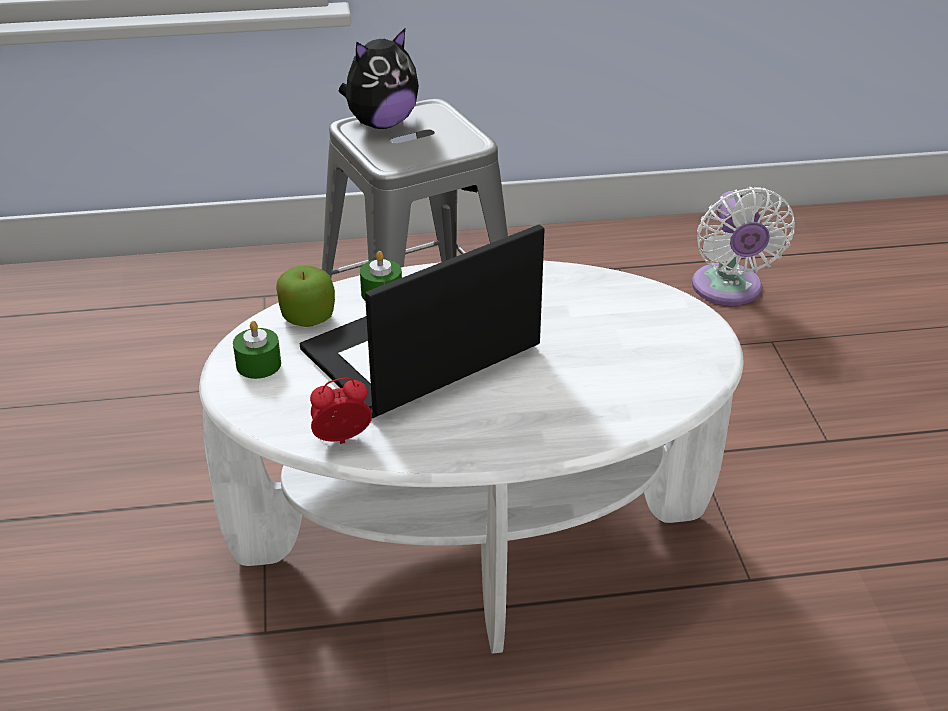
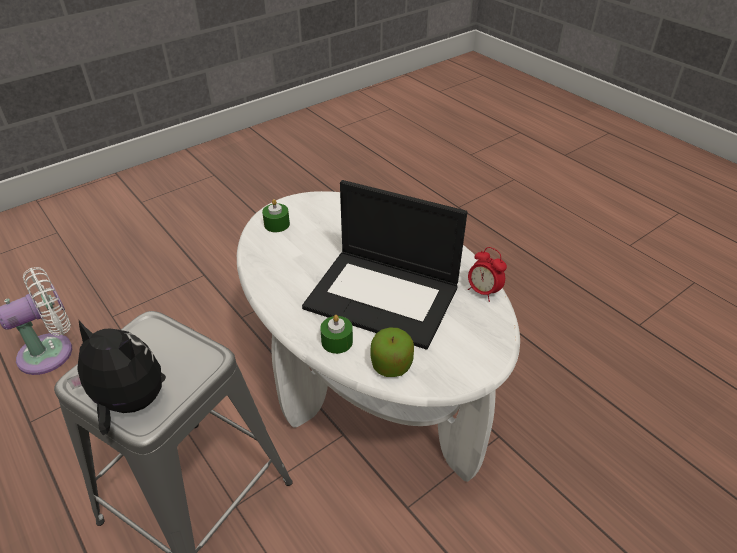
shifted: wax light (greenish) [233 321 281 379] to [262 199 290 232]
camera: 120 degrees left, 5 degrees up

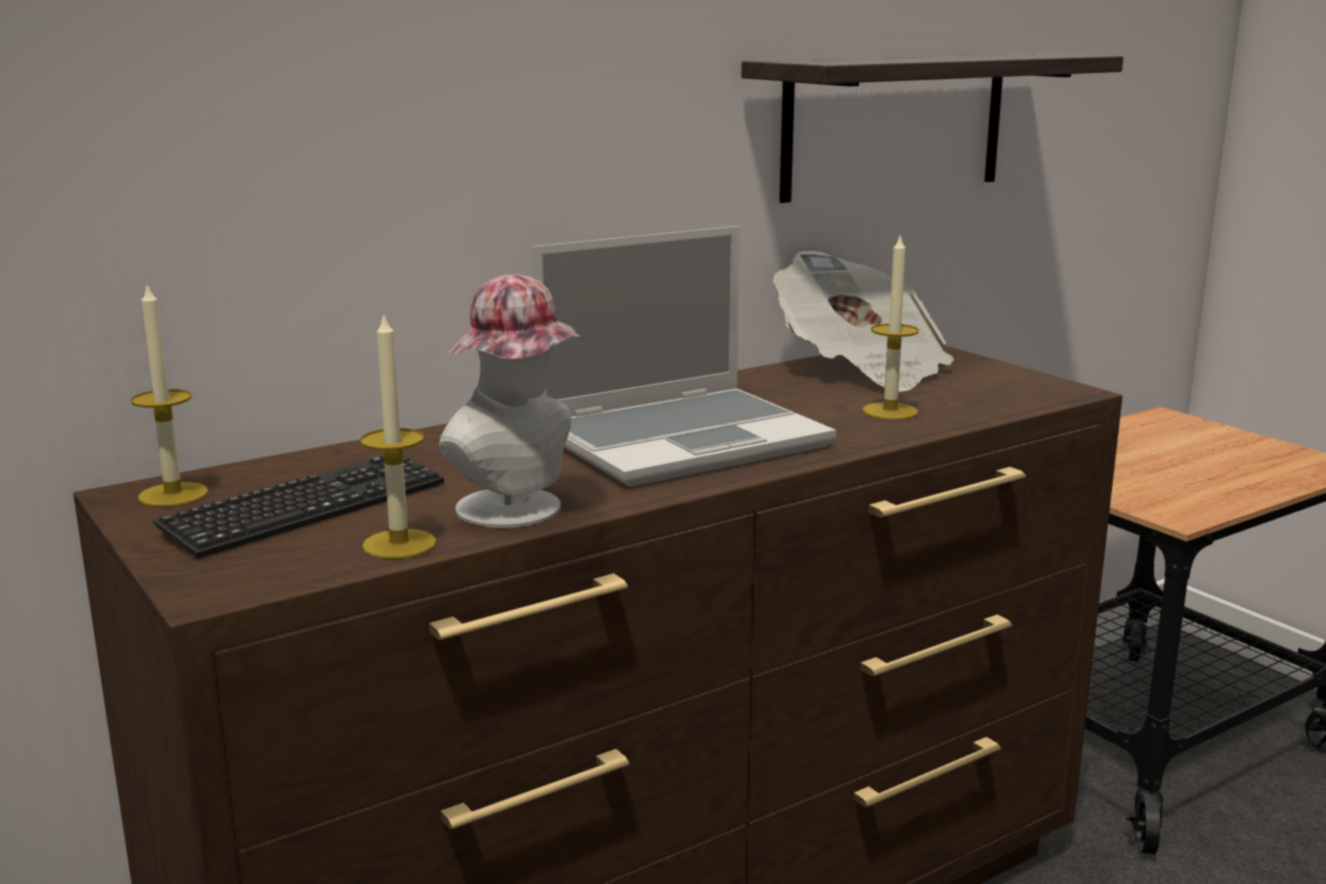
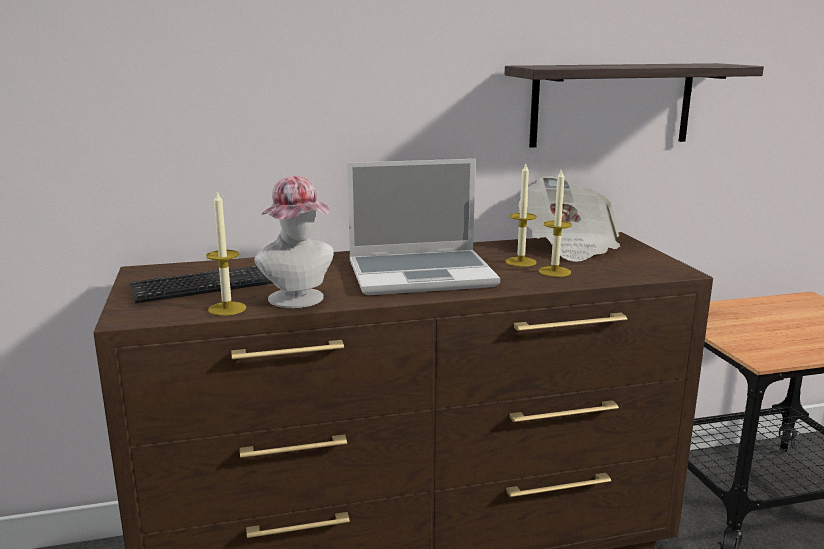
shifted: wax light [131 282 208 507] to [505 164 537 267]
camera: 20 degrees right, 0 degrees up

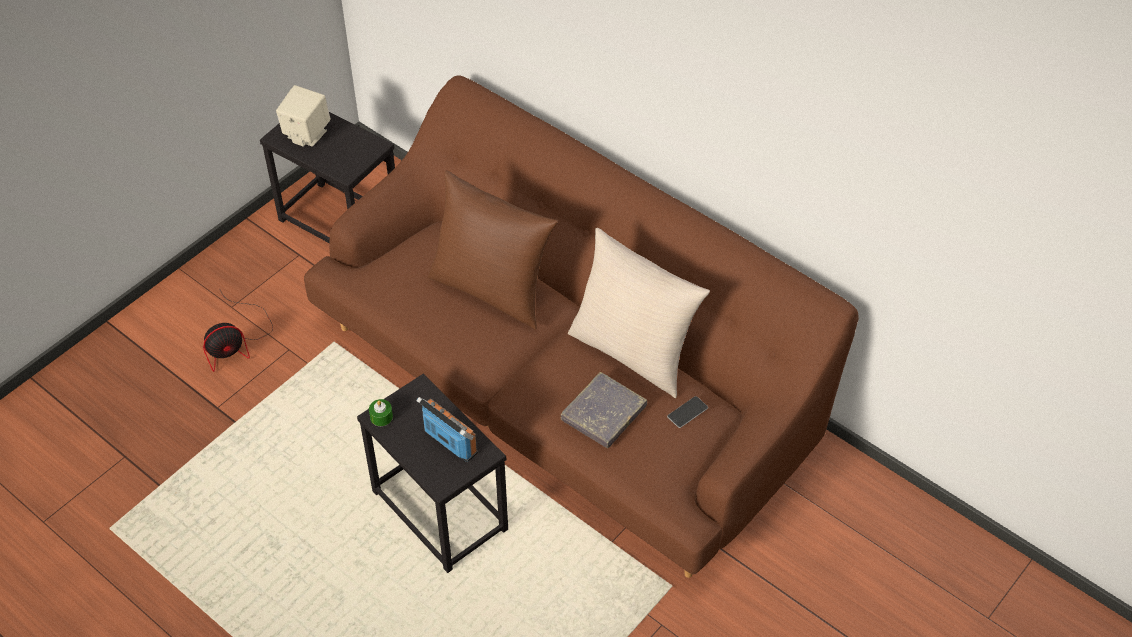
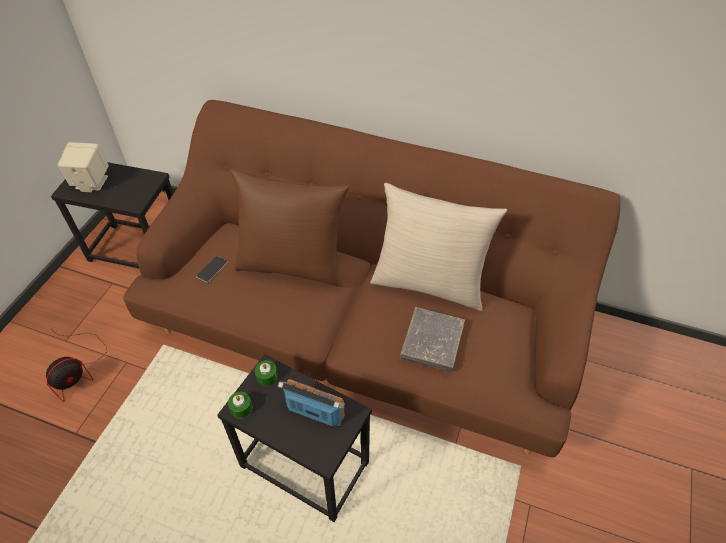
new: wax light (greenish) [255 360 278 386]
shifted: telephone [667 396 708 428] to [196 256 228 283]
camera: 20 degrees left, 0 degrees up

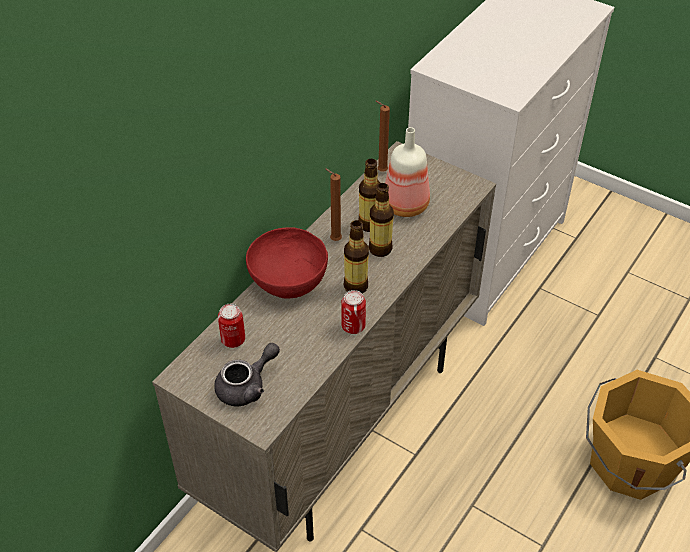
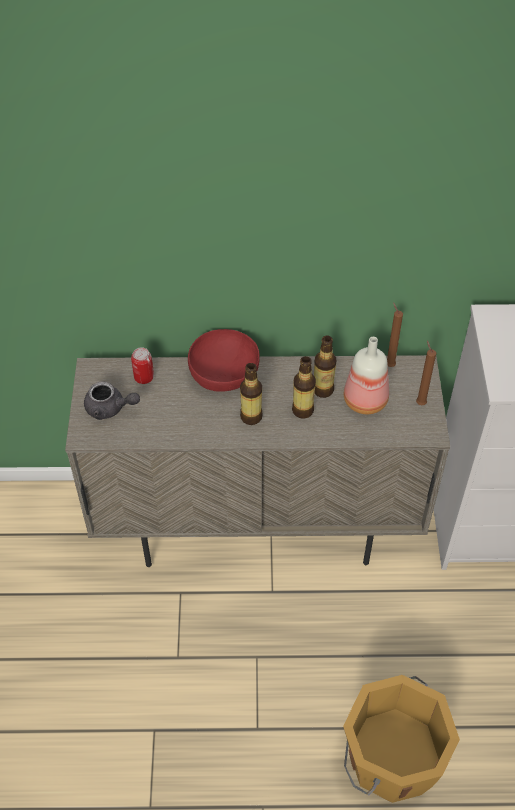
gone: sealed can [341 290 366 334]
shifted: wax light (brownish) [325 168 342 241] to [416 340 436 405]
camera: 55 degrees right, 5 degrees up

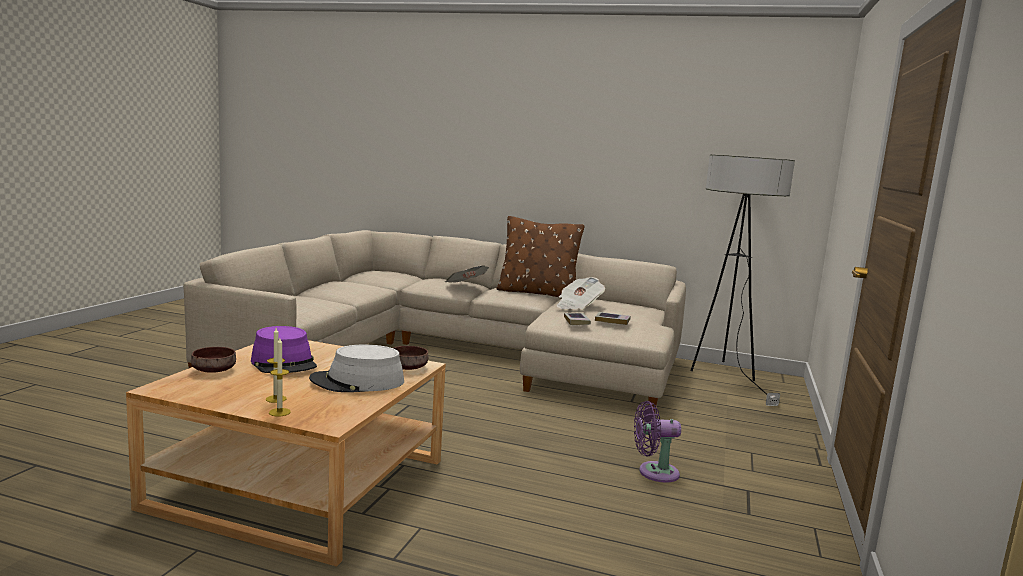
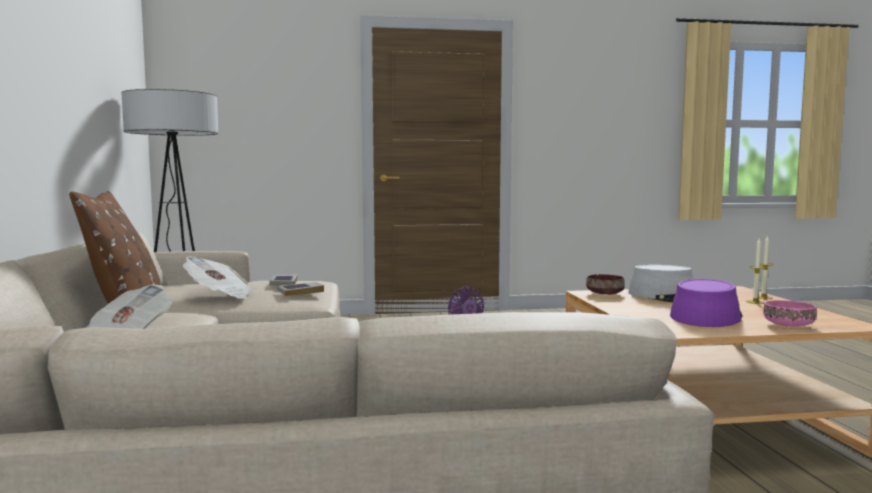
repainted: serving bowl (brownish) [191 347 236 373] to serving bowl (pinkish) [763 300 817 327]
camera: 115 degrees left, 5 degrees down

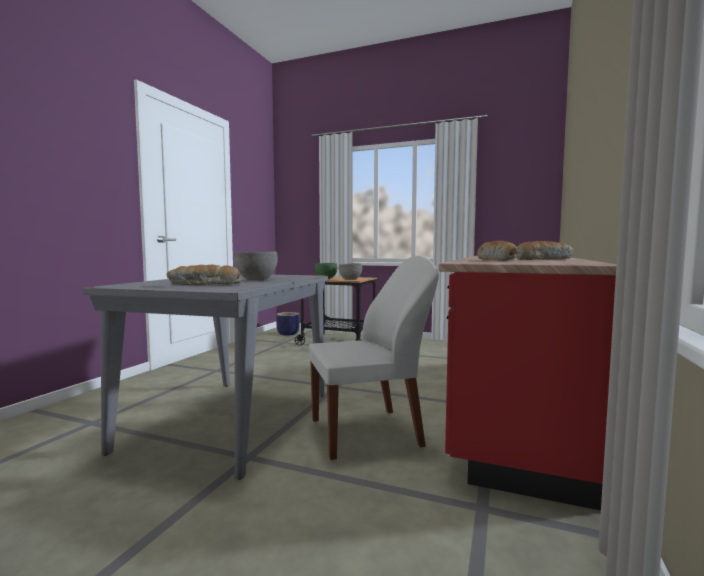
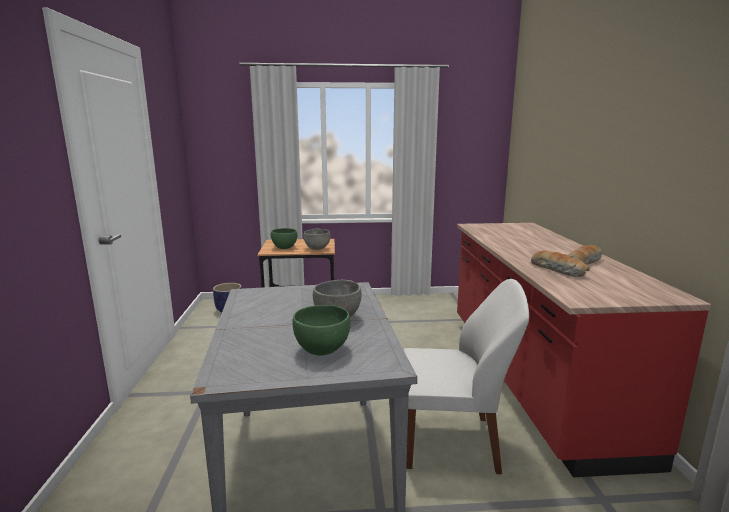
swapped: bread [167 265 242 285] to serving bowl (greenish) [293 305 350 355]
rotated: plain chair (white-coloured) [309 255 439 460] = [404 279 529 474] 45 degrees clockwise
camera: 25 degrees left, 10 degrees up

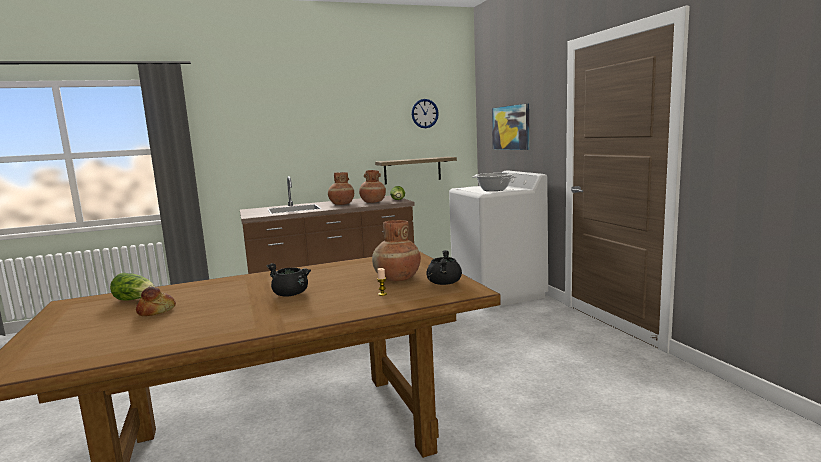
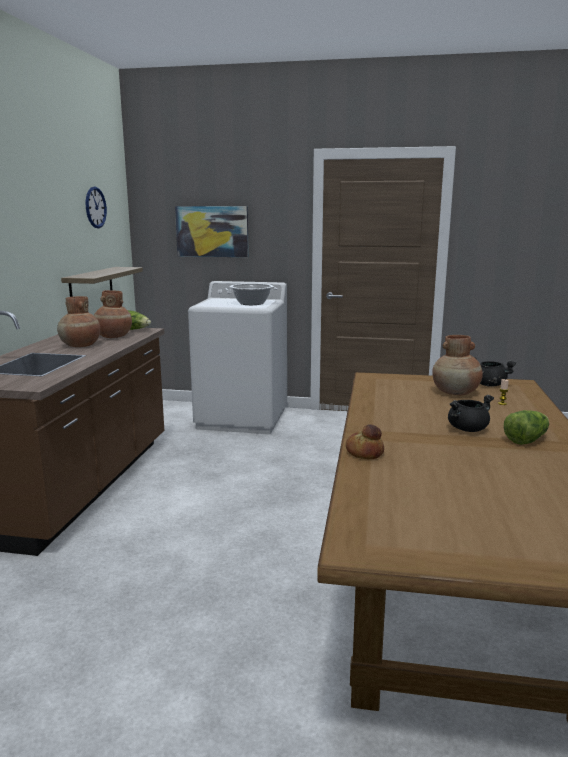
shifted: lettuce head [110 273 155 301] to [504 410 549 445]; bread [136 286 176 316] to [346 424 384 459]
camera: 60 degrees left, 5 degrees up

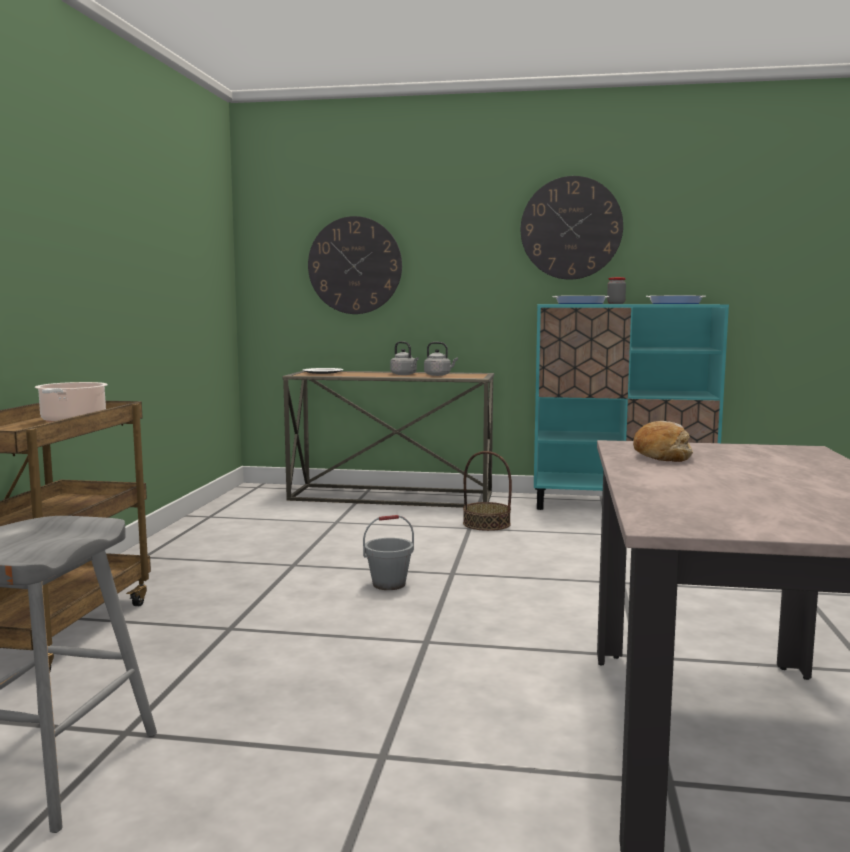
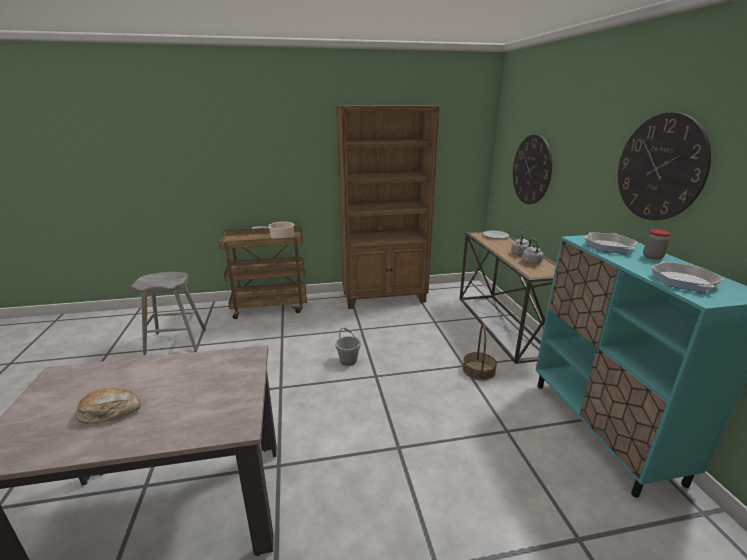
new: bookshelf (brownish) [336 105 440 309]
shifted: bread [633 421 693 462] to [75 388 141 423]
camera: 70 degrees right, 15 degrees up

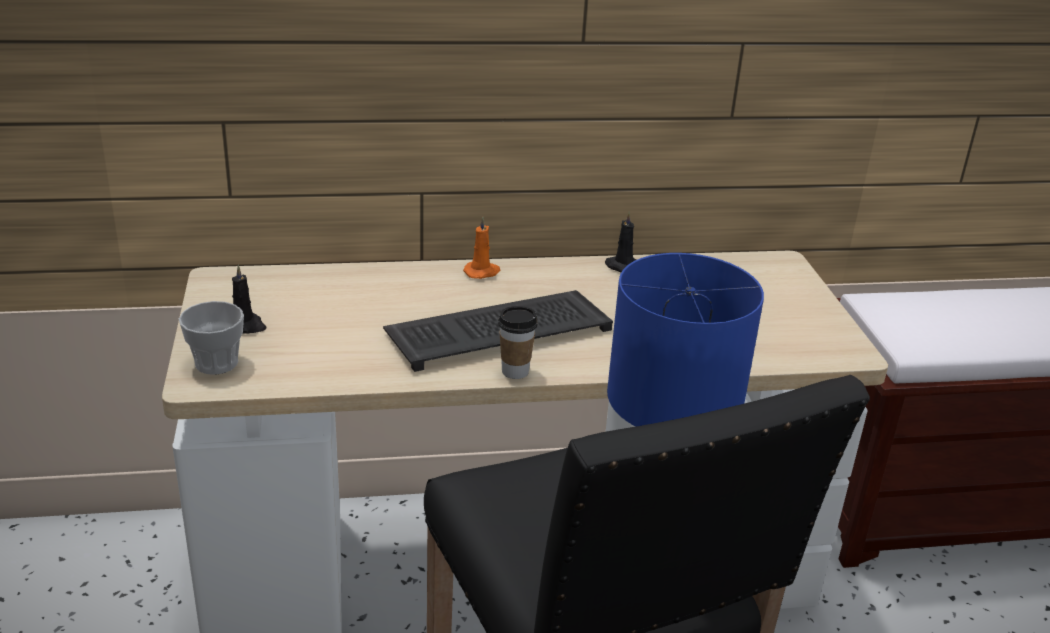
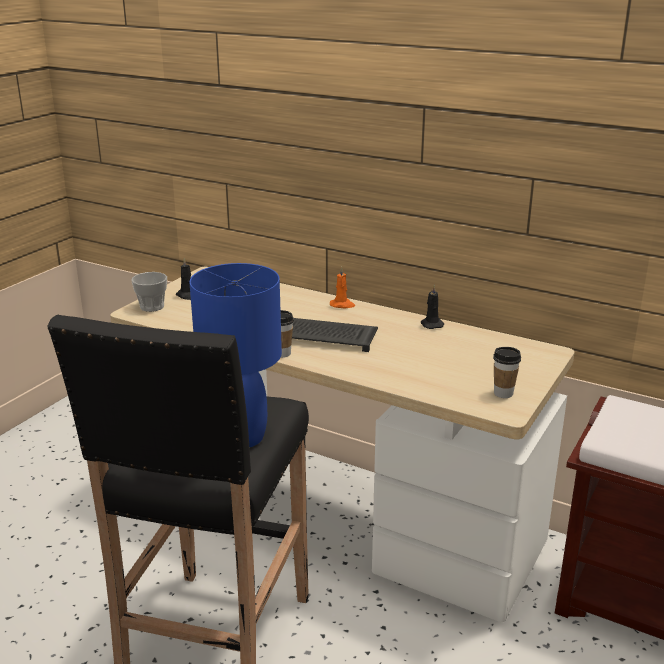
new: drinking cup [493 347 521 398]
camera: 40 degrees right, 5 degrees down

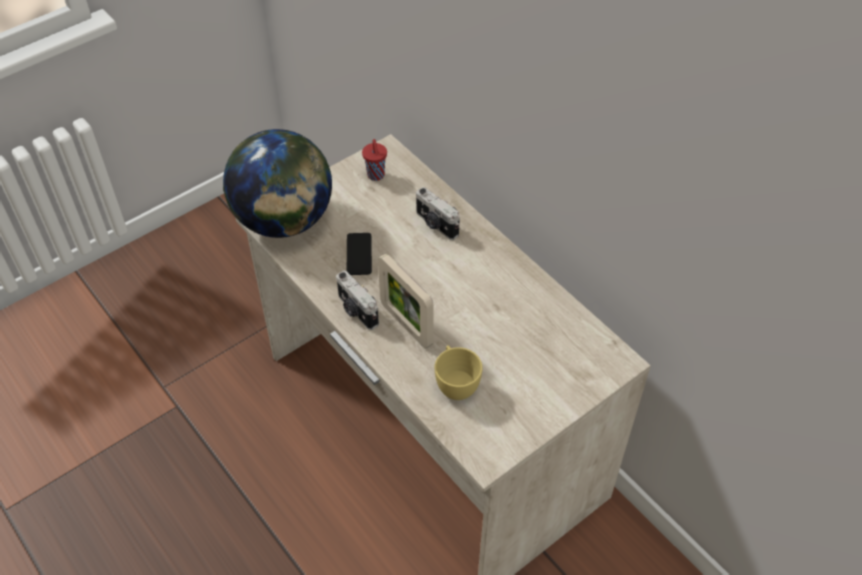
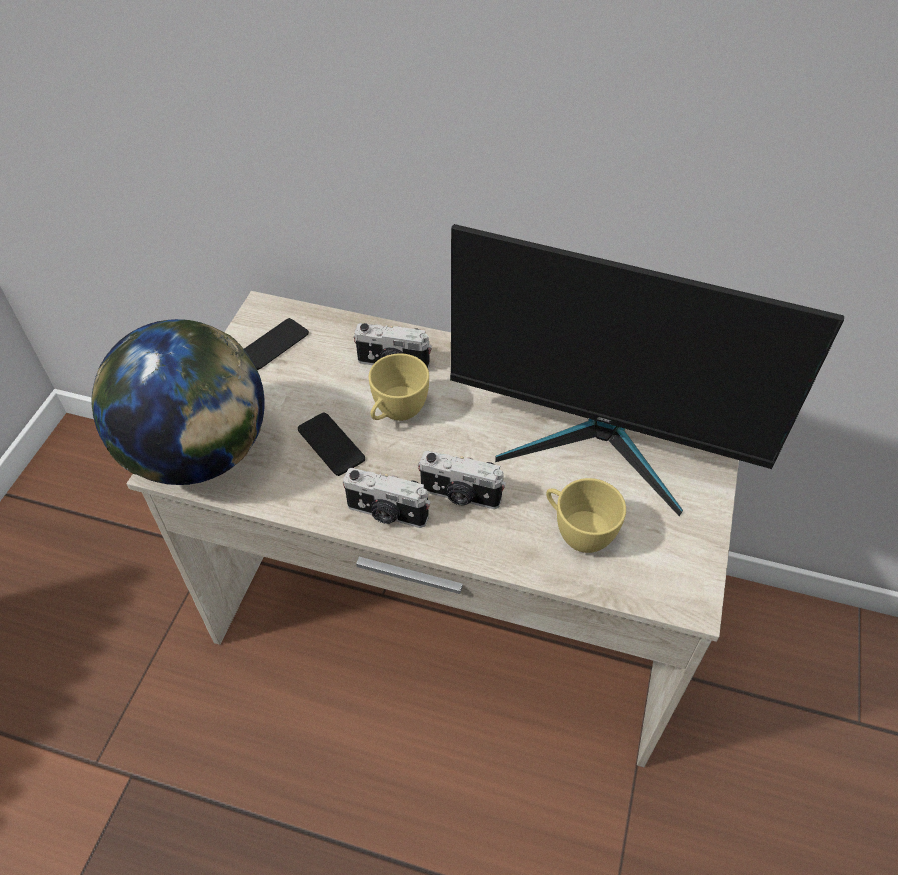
new: computer display [450 224 844 516]; drinking cup (yellowish) [369 353 429 421]
swapped: drinking cup (red-coloured) [362 139 387 181] to telephone [244 318 309 370]; photo frame [378 254 434 349] to photo camera [418 451 506 509]
camera: 35 degrees left, 0 degrees up

